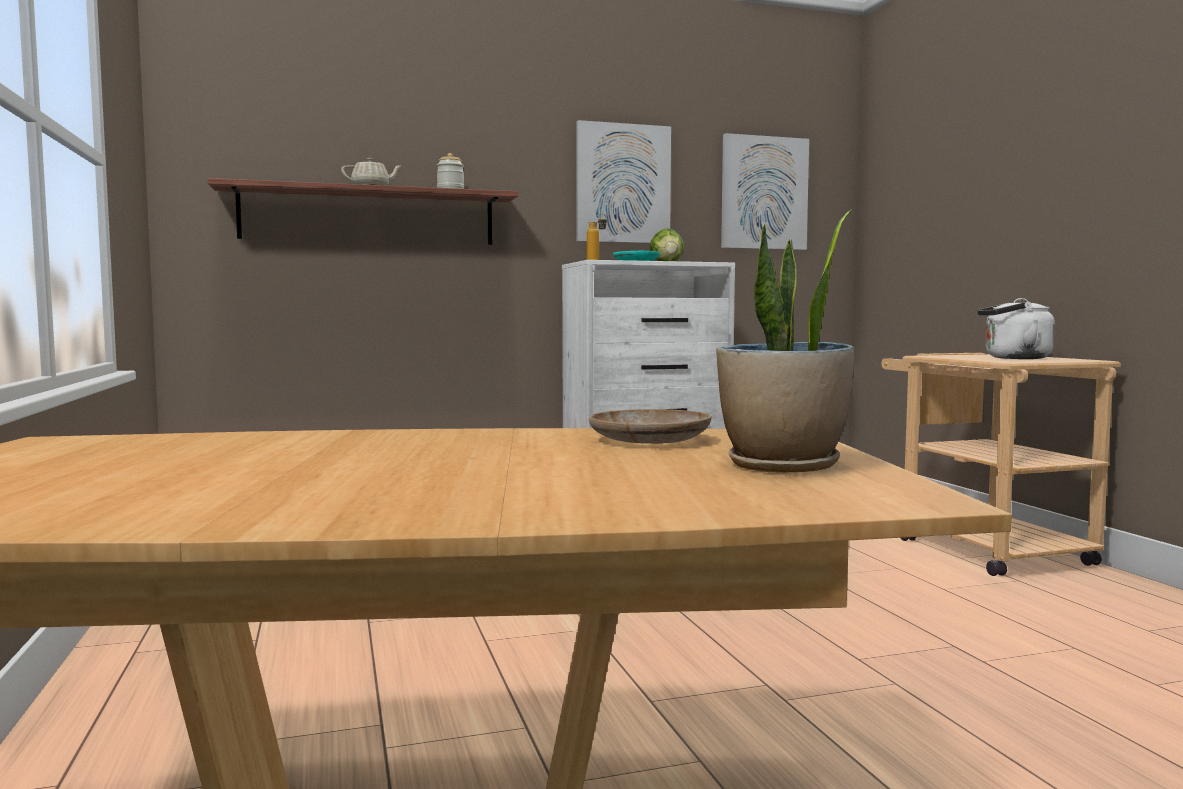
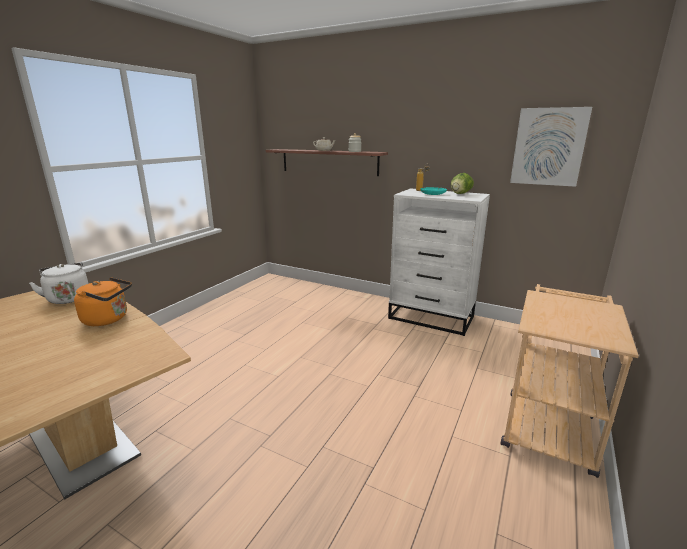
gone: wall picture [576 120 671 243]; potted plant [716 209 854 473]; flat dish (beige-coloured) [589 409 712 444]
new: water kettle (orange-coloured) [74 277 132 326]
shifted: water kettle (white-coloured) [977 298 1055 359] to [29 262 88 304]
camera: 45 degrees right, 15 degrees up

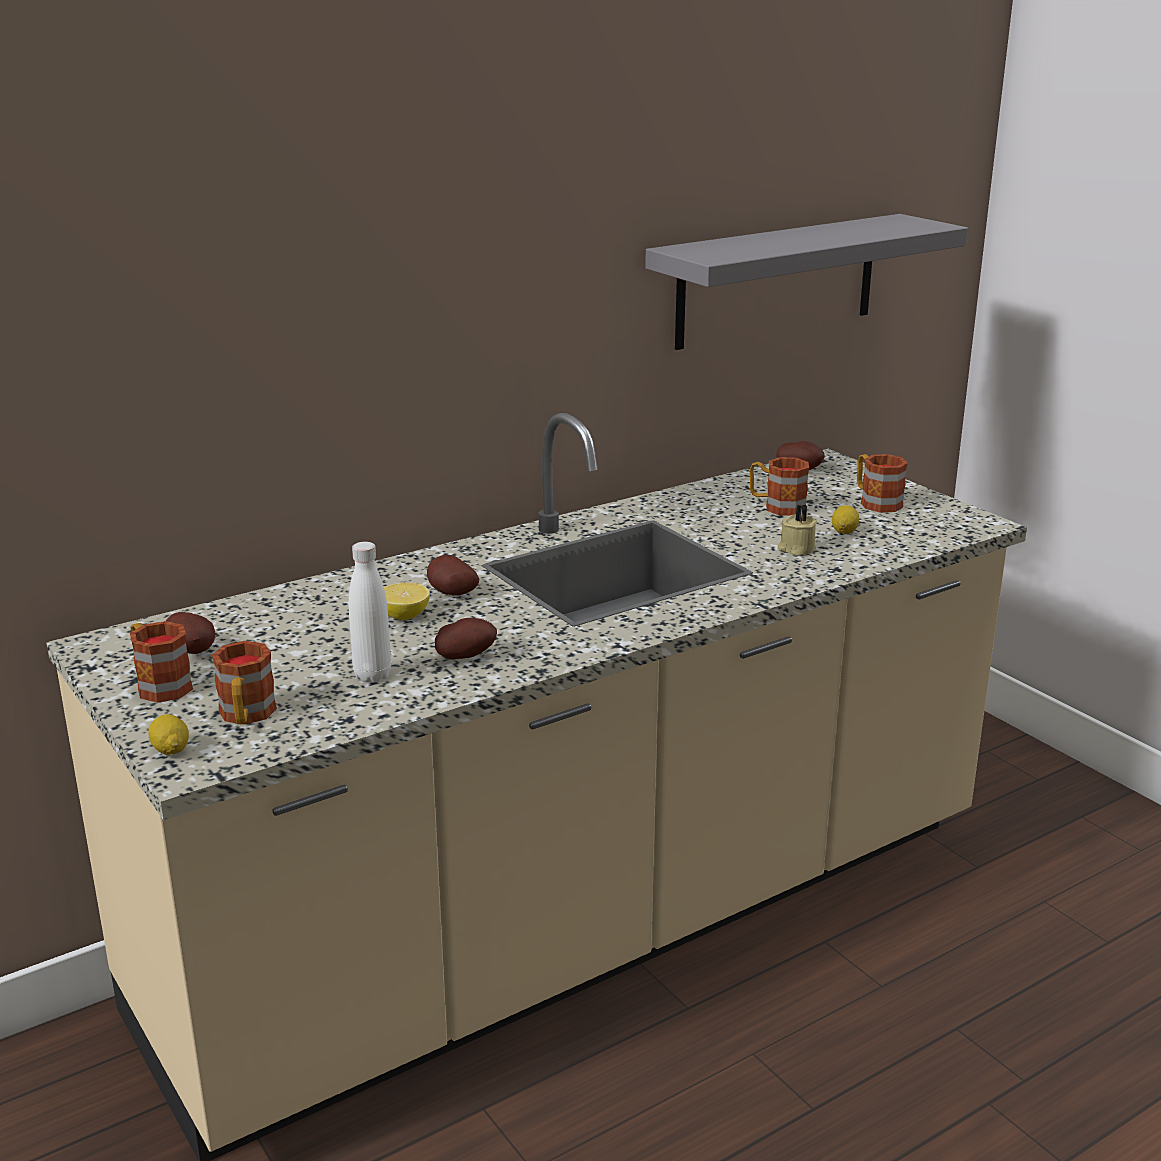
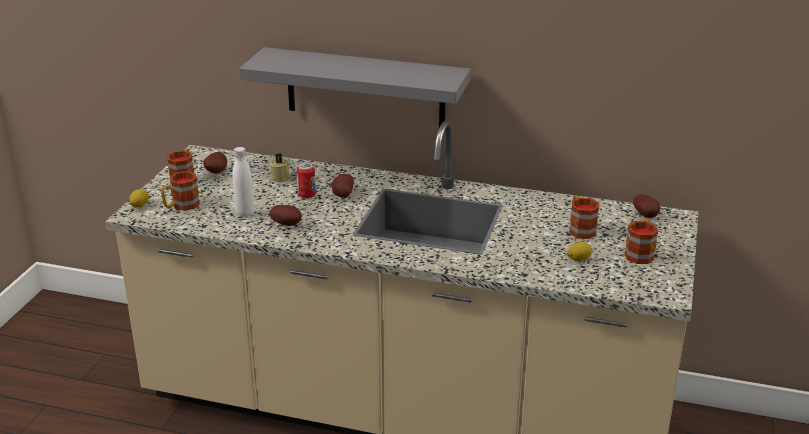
shifted: shelf (greyish) [645 214 968 350] to [239 47 471 128]; wax light (beige-coloured) [778 504 817 556] to [270 153 290 182]
swapped: citrus fruit [384 582 430 620] to sealed can [297 163 316 199]
camera: 50 degrees right, 5 degrees up

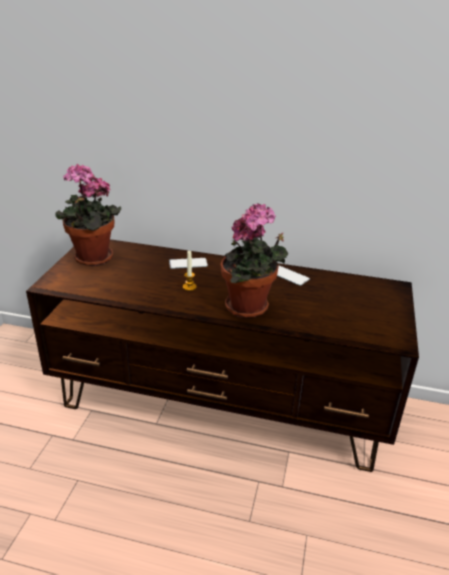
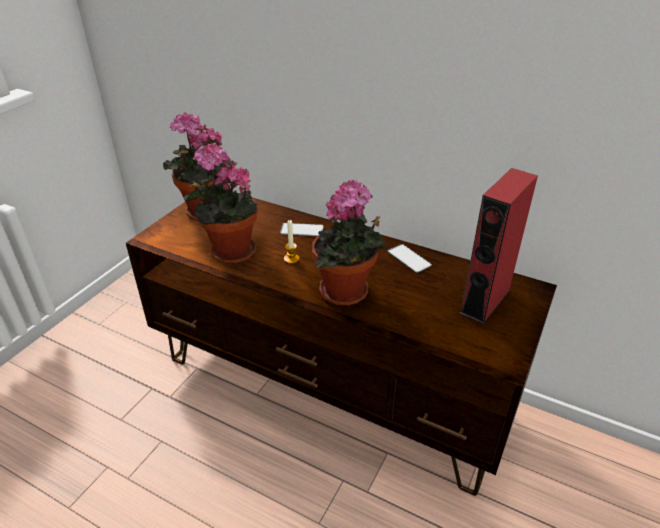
new: potted plant [184 143 258 264]; speaker (red-coloured) [460 168 538 324]
camera: 15 degrees right, 5 degrees up

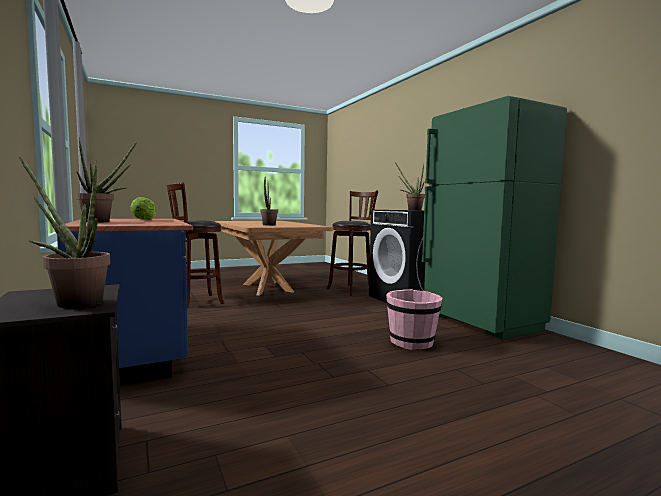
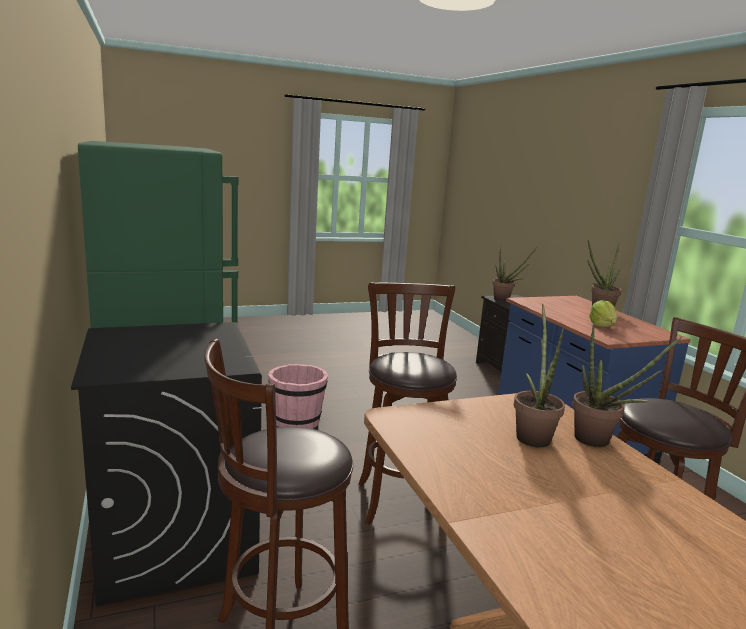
new: sitting stool (brownish) [358 282 457 525]
shifted: potted plant [395 162 425 210] to [572 322 683 447]
camera: 175 degrees left, 10 degrees up

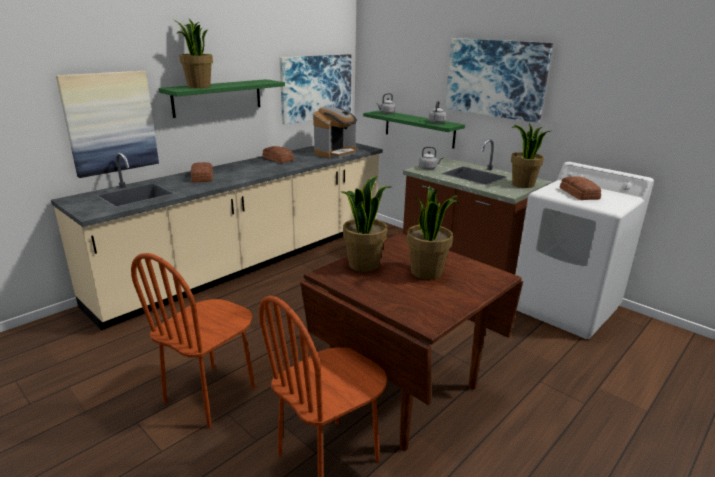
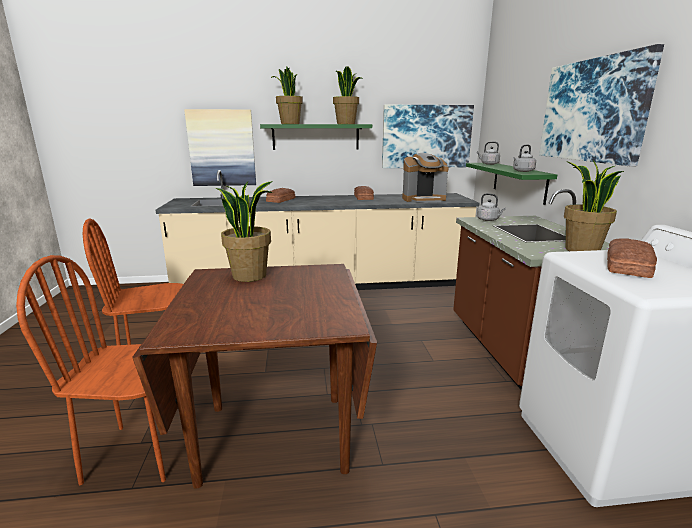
shifted: potted plant [407 186 459 280] to [333 66 363 124]
camera: 40 degrees right, 5 degrees down

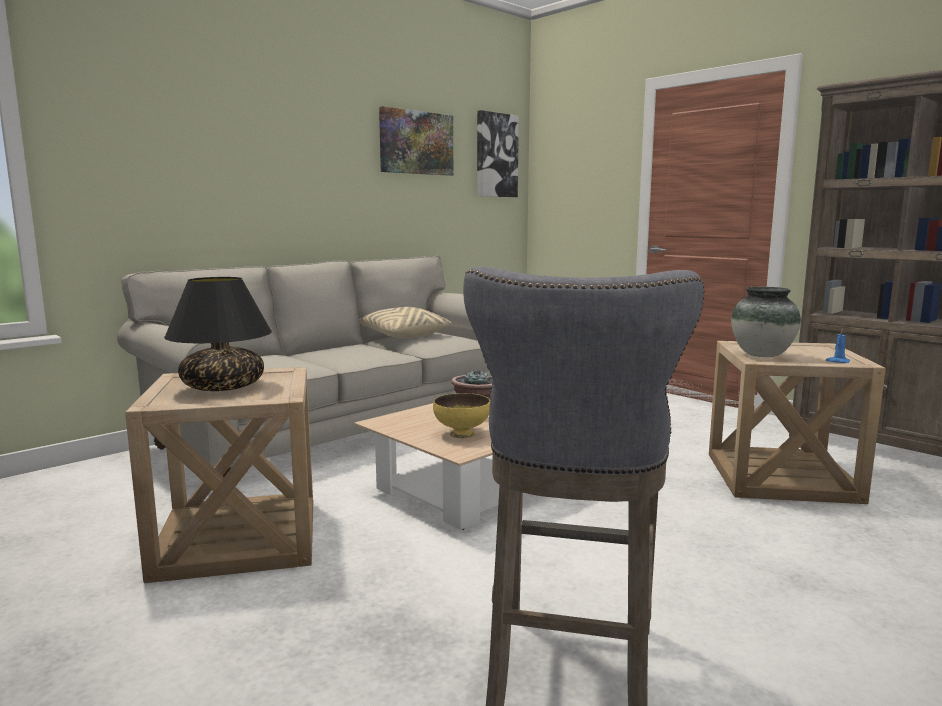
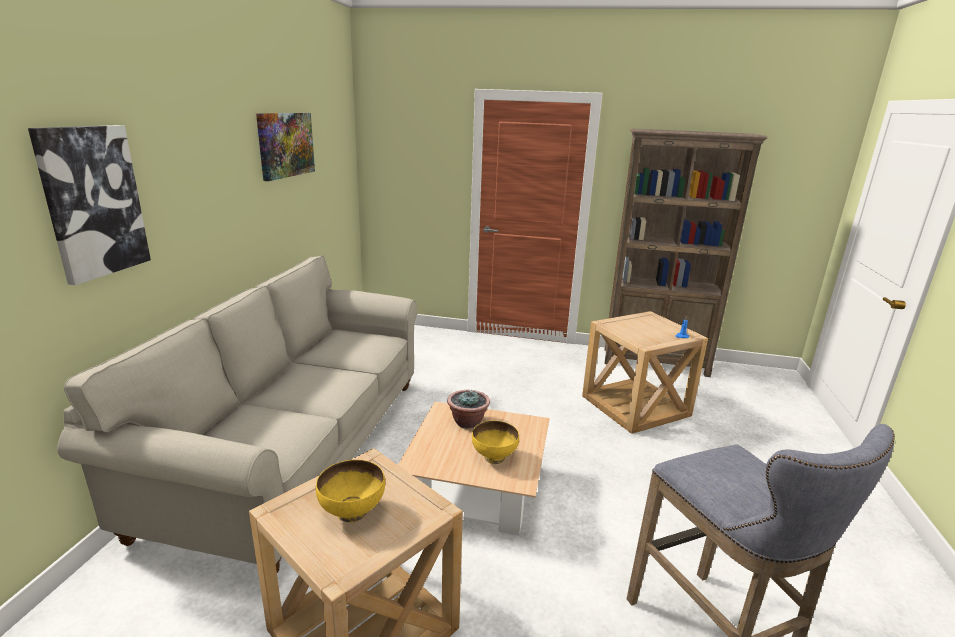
gone: decorative vase [731 287 801 357]; throw pillow (beige-coloured) [359 307 452 338]
shifted: wall picture [477 110 519 197] to [28 125 151 285]
swapped: lamp for a table (black-coloured) [164 277 272 391] to serving bowl (yellowish) [316 460 385 523]
camera: 35 degrees left, 10 degrees up

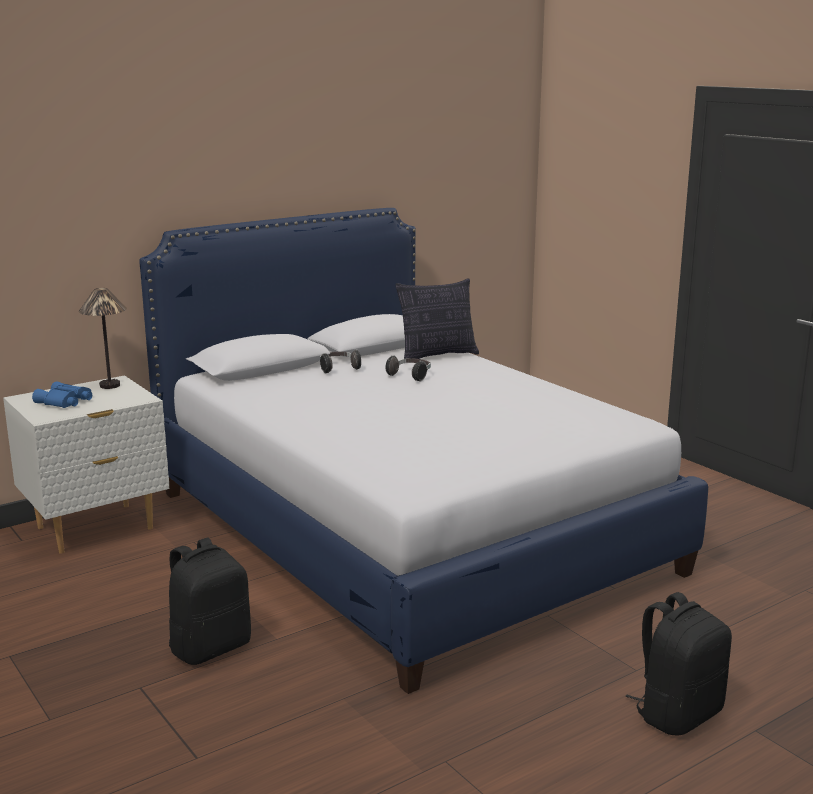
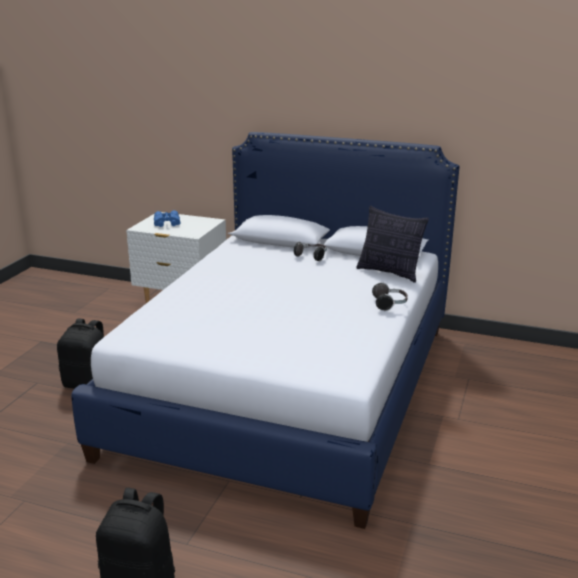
gone: lamp for a table [79 288 127 389]
shifted: pair of headphones [386 355 431 382] to [372 282 408 311]
camera: 55 degrees right, 5 degrees up

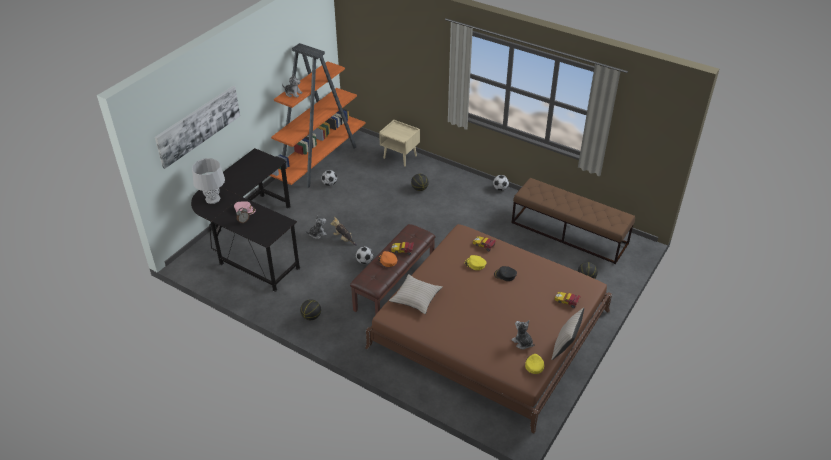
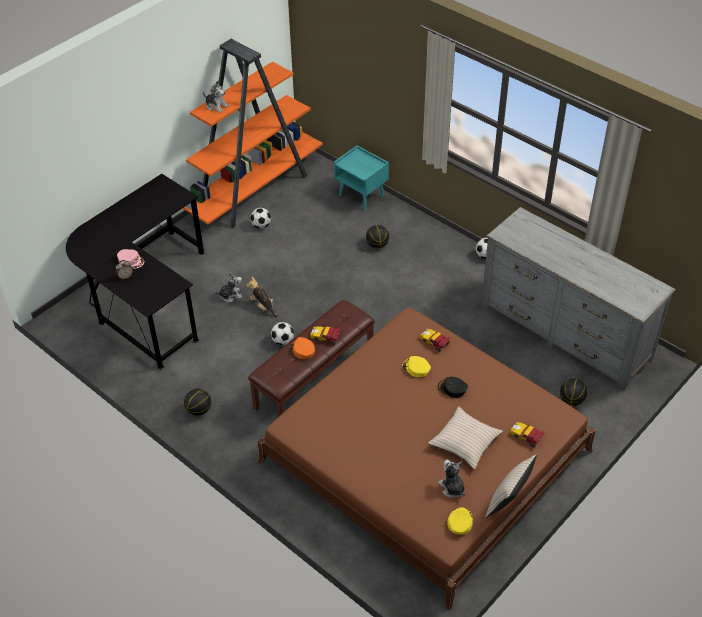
gone: wall picture [155 86 240 169]; lamp for a table (greyish) [192 158 225 204]
shifted: throw pillow (beige-coloured) [389 274 443 314] to [428 407 503 469]
swapped: bench (brownish) [512 178 635 264] to chest of drawers (greyish) [481 207 676 390]
repainted: bedside table (beige-coloured) [379 120 420 167] to bedside table (blue-green) [334 145 389 211]
camera: 10 degrees right, 5 degrees up

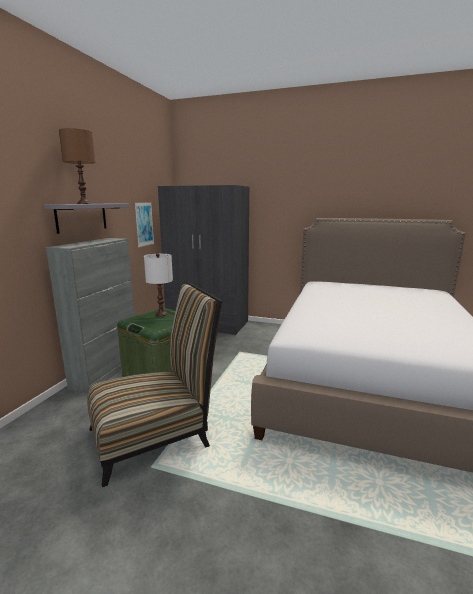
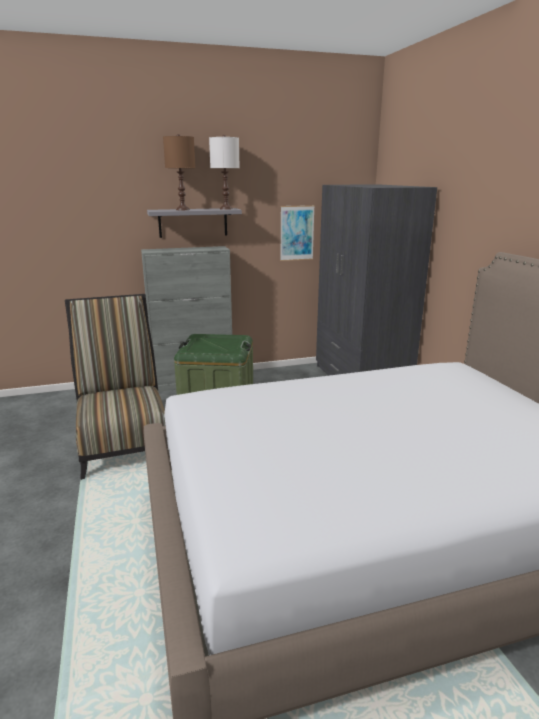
shifted: lamp for a table (white-coloured) [144 253 173 317] to [209 135 240 210]
rotated: plain chair [87 282 222 487] = [65 294 166 480] 135 degrees counterclockwise
camera: 55 degrees right, 5 degrees up

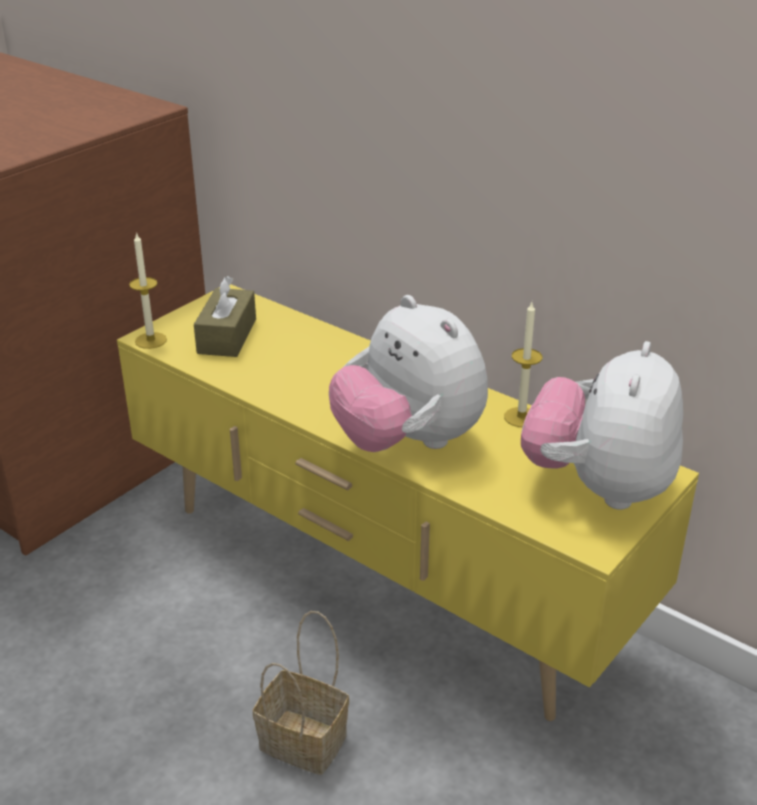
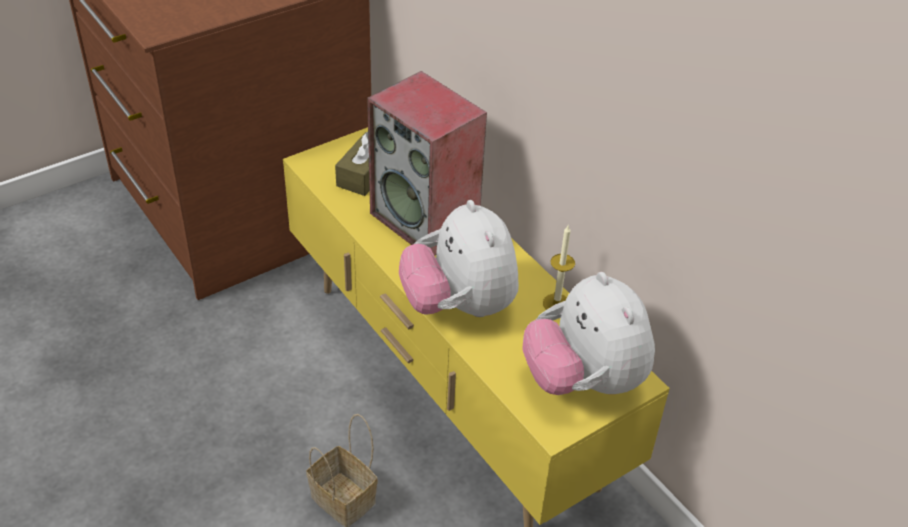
gone: wax light [129 232 167 349]
new: speaker [367 71 487 256]
rotated: cuddly toy [521 341 683 510] = [522 272 655 395] 60 degrees counterclockwise
camera: 15 degrees right, 10 degrees up

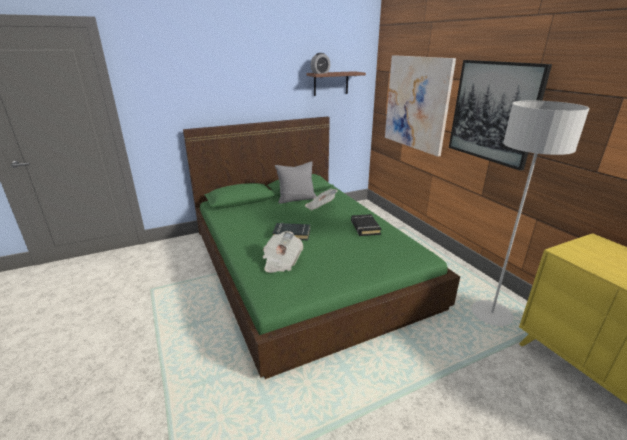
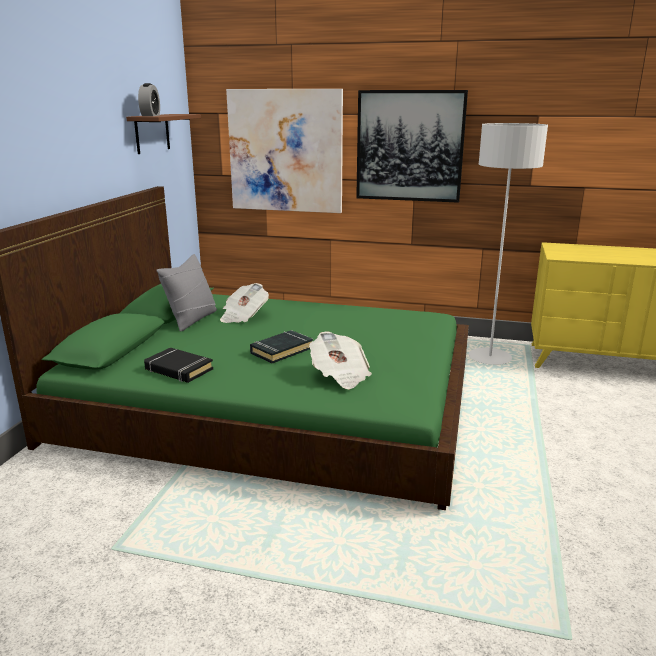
shifted: book (black-coloured) [351 214 381 236] to [144 348 213 383]
camera: 50 degrees left, 5 degrees down

